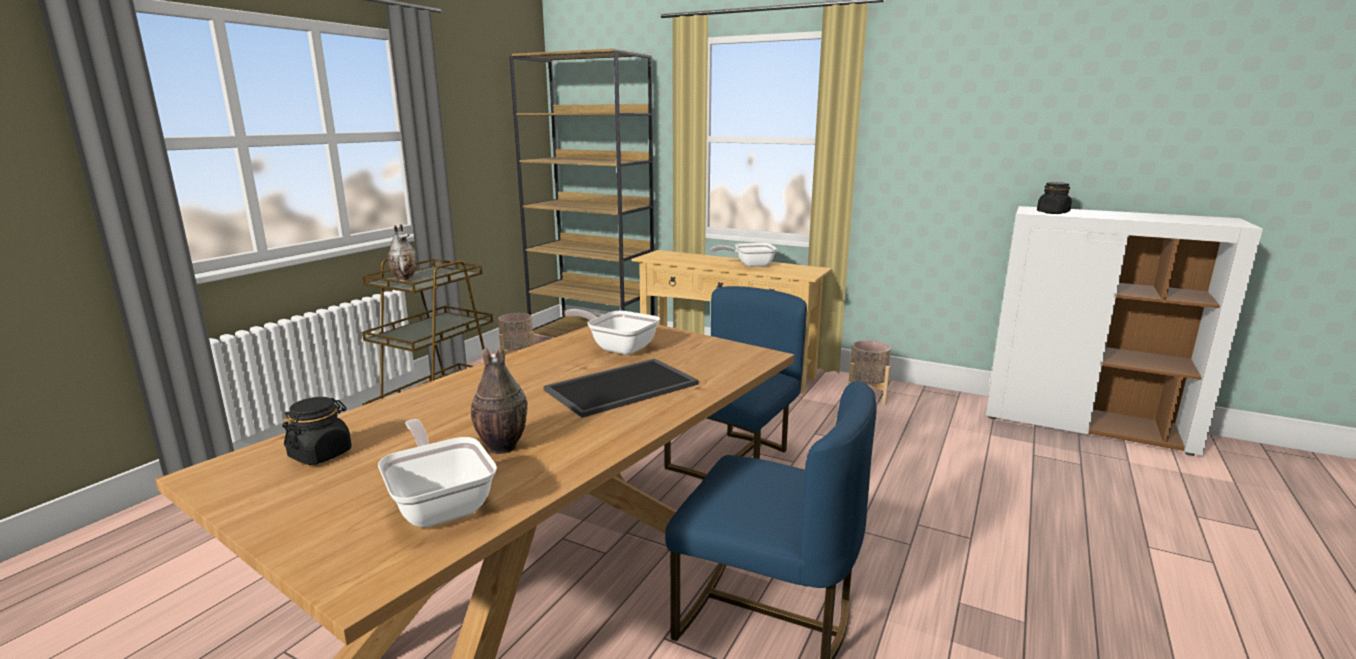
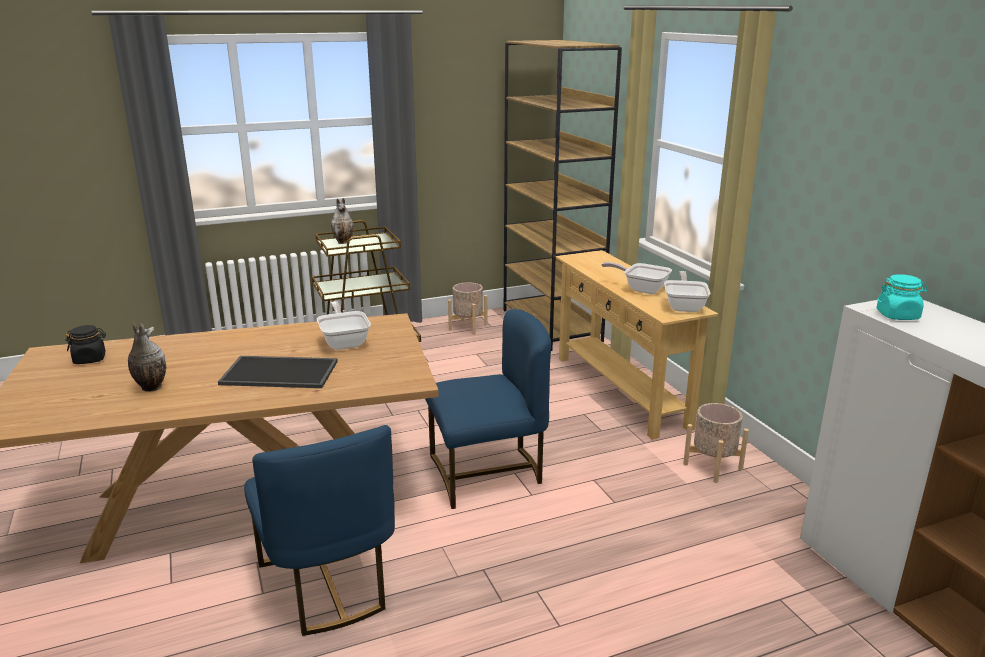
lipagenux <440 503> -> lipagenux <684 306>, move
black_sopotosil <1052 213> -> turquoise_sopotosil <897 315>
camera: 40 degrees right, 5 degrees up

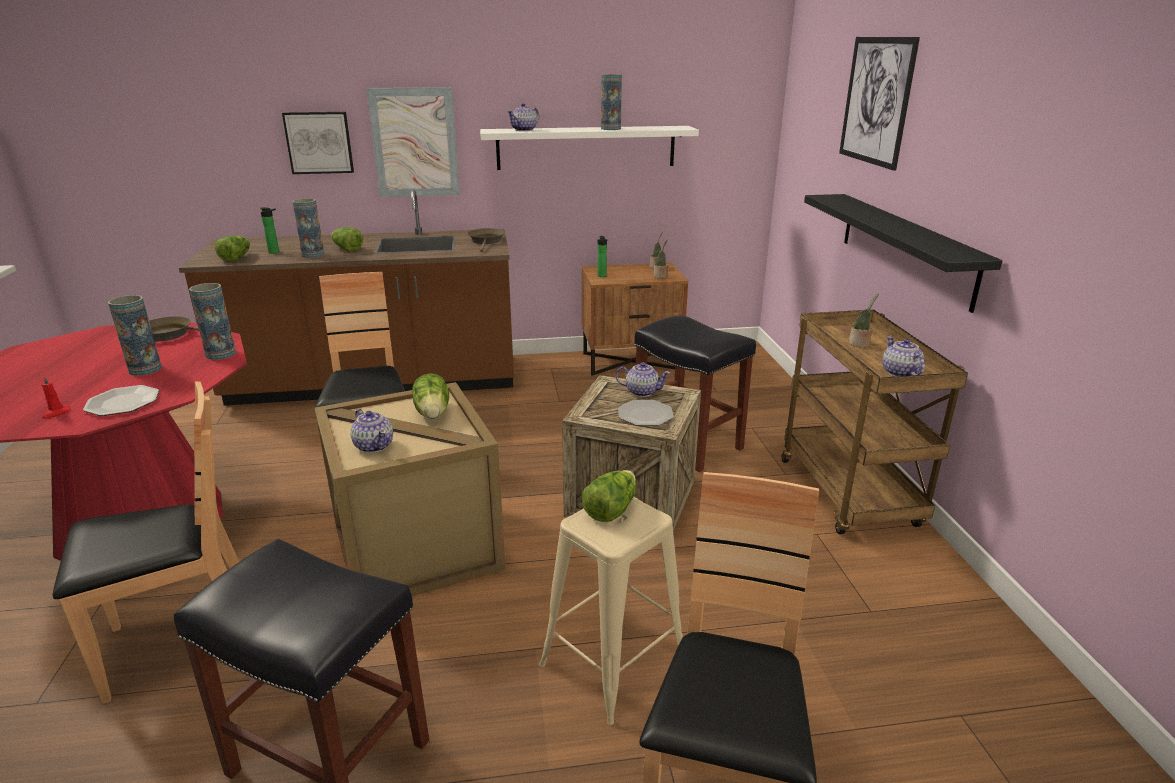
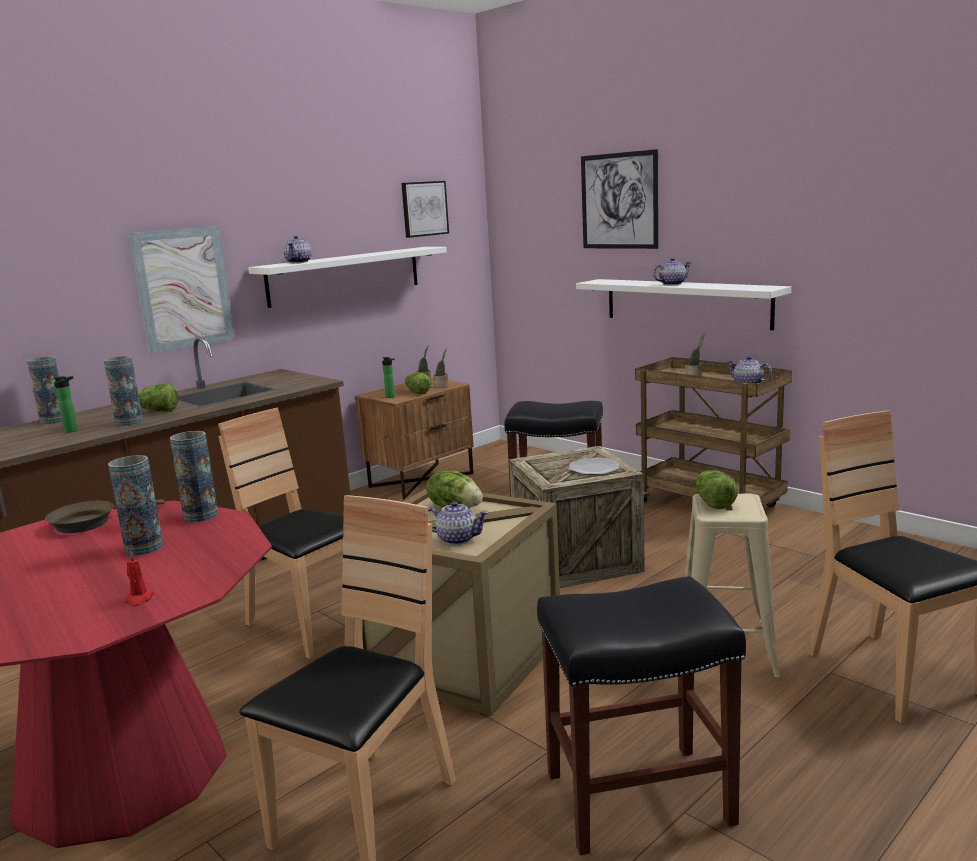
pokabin <123 402> -> none
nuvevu <236 258> -> nuvevu <417 392>, move
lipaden <319 142> -> lipaden <424 209>, move
brown_lipagenux <486 241> -> none
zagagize <610 129> -> zagagize <54 420>, move
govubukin <641 392> -> govubukin <672 284>, move
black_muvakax <905 247> -> white_muvakax <685 303>
camera: 35 degrees left, 10 degrees down

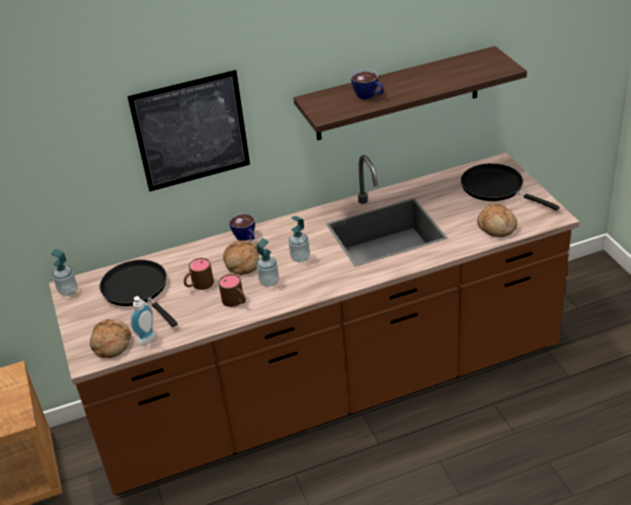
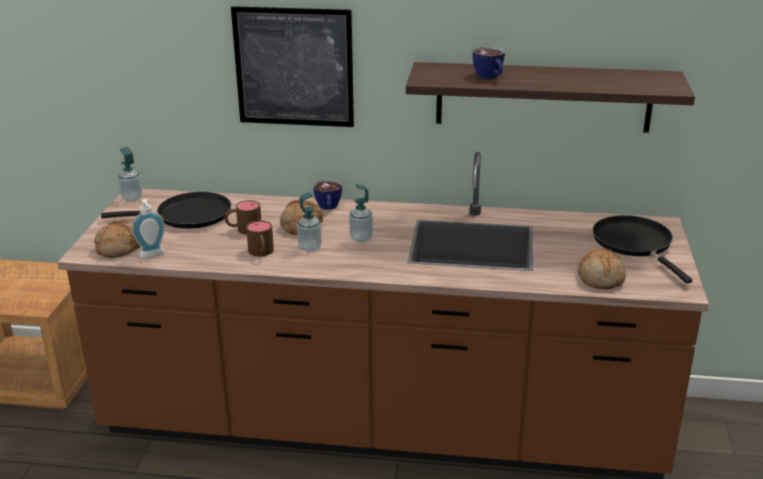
black_lipagenux <137 290> -> black_lipagenux <188 216>, 90 degrees clockwise
camera: 25 degrees right, 10 degrees down

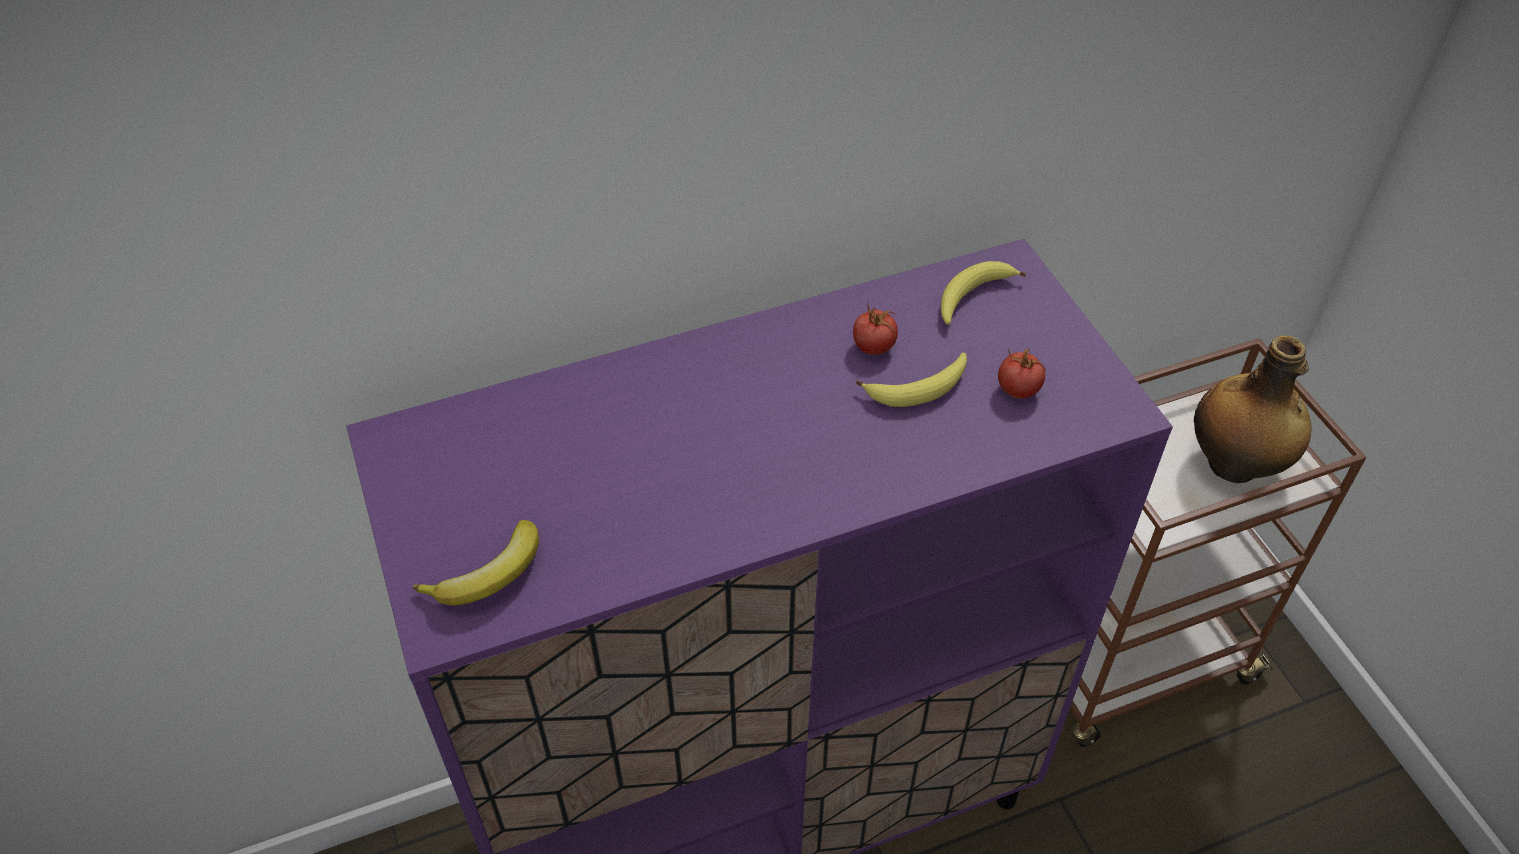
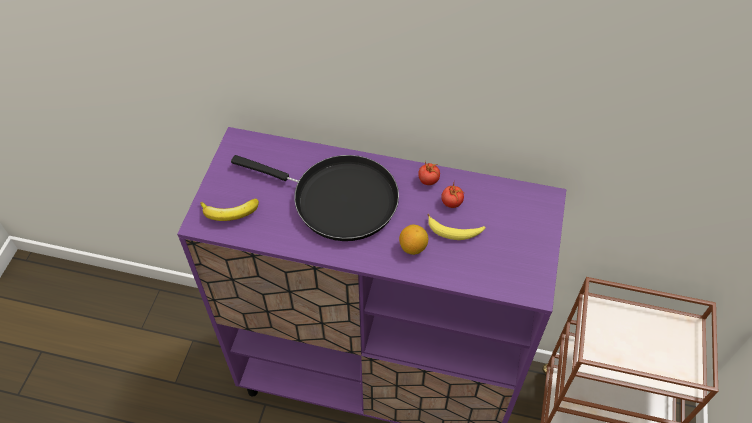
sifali <972 297> -> none
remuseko <1018 390> -> remuseko <428 180>, move
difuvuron <1235 465> -> none
none -> black_lipagenux <338 200>
none -> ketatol <413 247>
camera: 35 degrees right, 5 degrees up

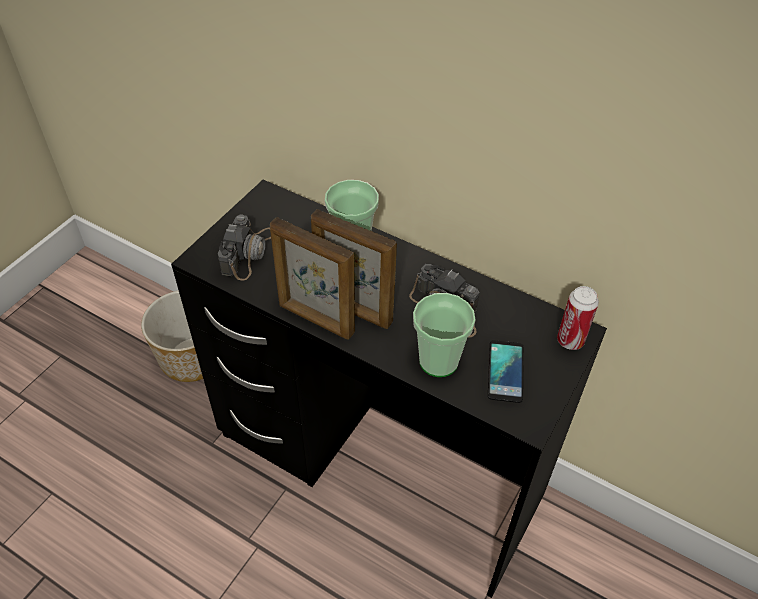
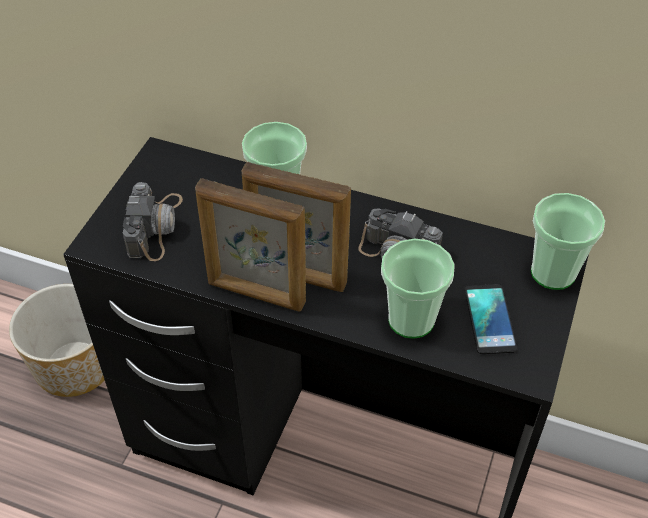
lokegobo <570 340> -> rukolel <553 272>
camera: 10 degrees left, 0 degrees up

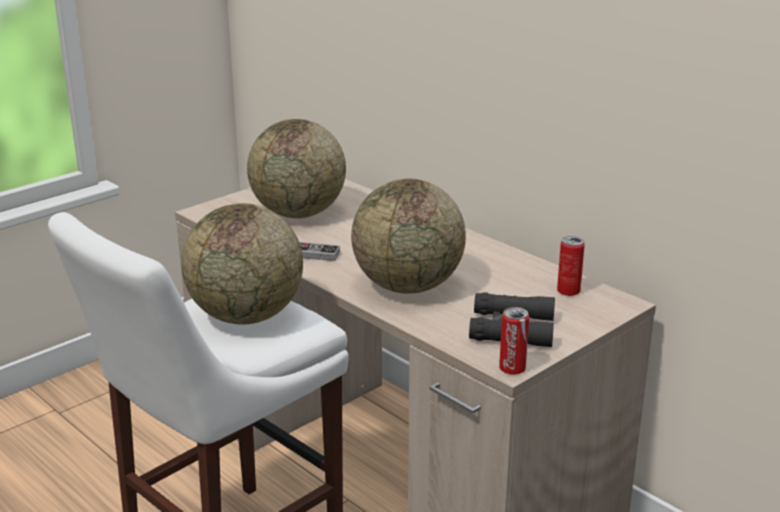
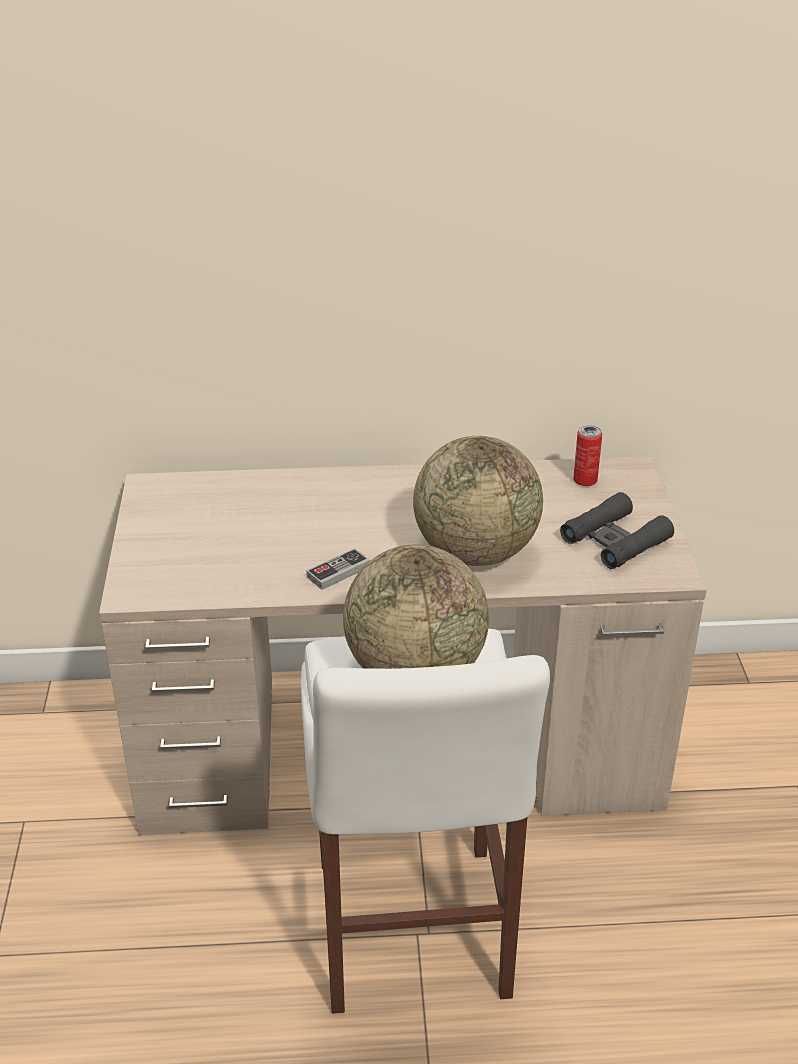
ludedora <298 213> -> none
lokegobo <512 369> -> none
camera: 50 degrees left, 10 degrees up

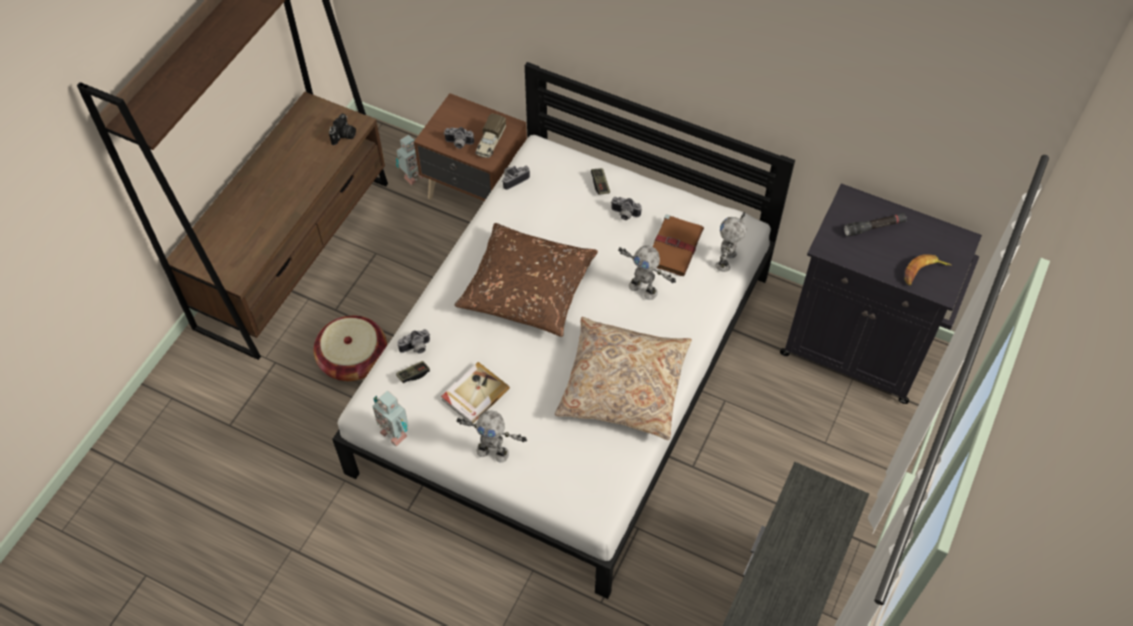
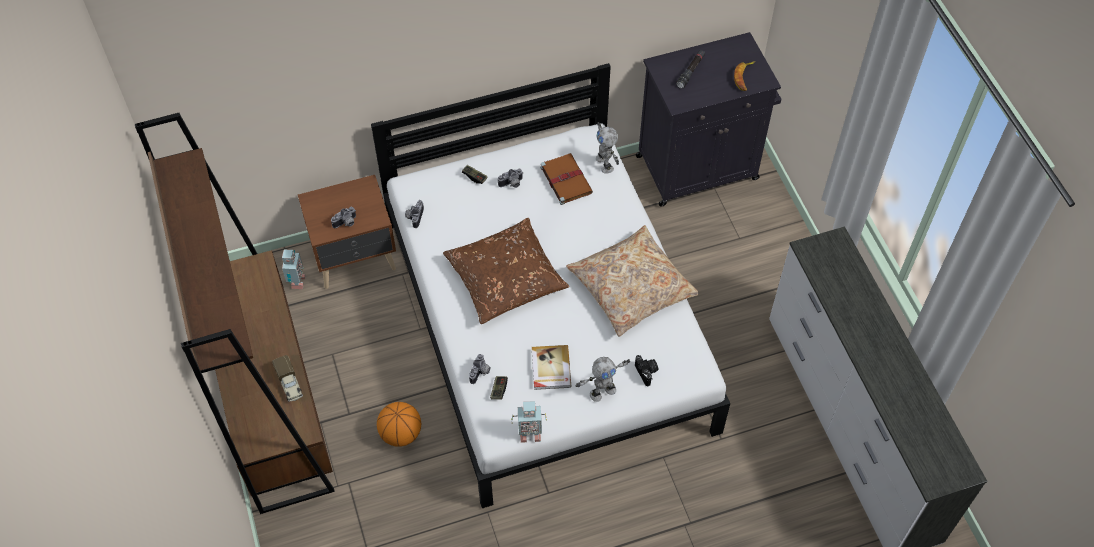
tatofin <353 359> -> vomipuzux <401 434>
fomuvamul <344 136> -> fomuvamul <647 372>, move
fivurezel <490 143> -> fivurezel <289 384>, move
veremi <643 289> -> none
camera: 45 degrees left, 0 degrees up

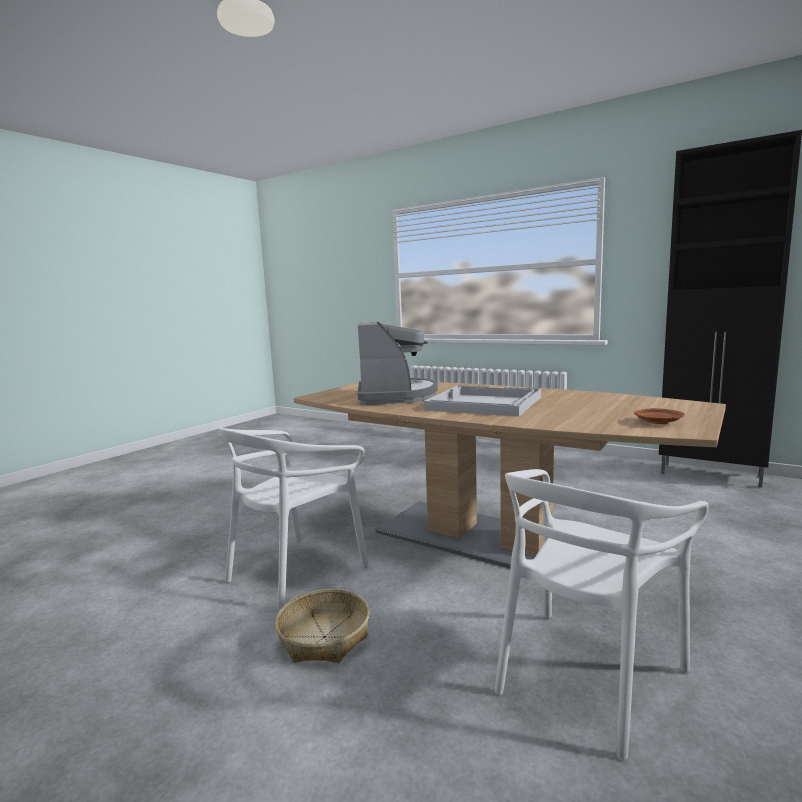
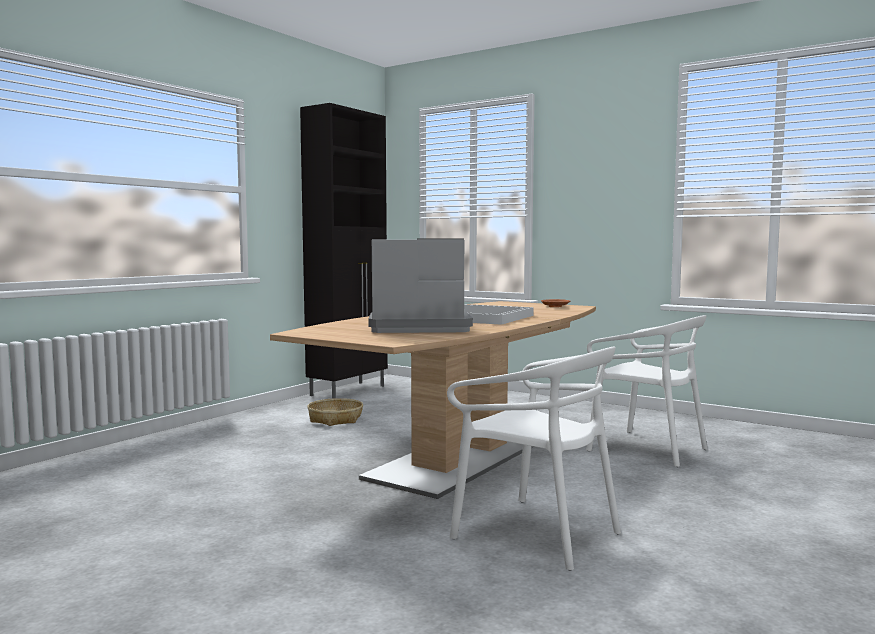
tatofin <324 637> -> tatofin <335 419>, move
camera: 90 degrees left, 5 degrees down

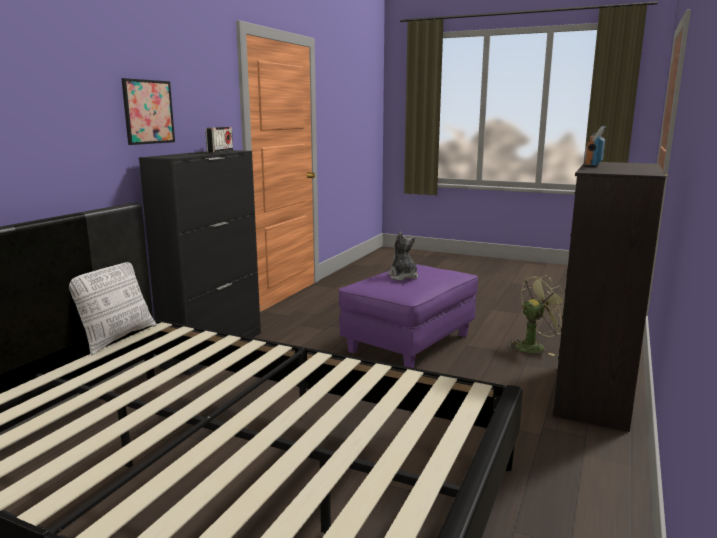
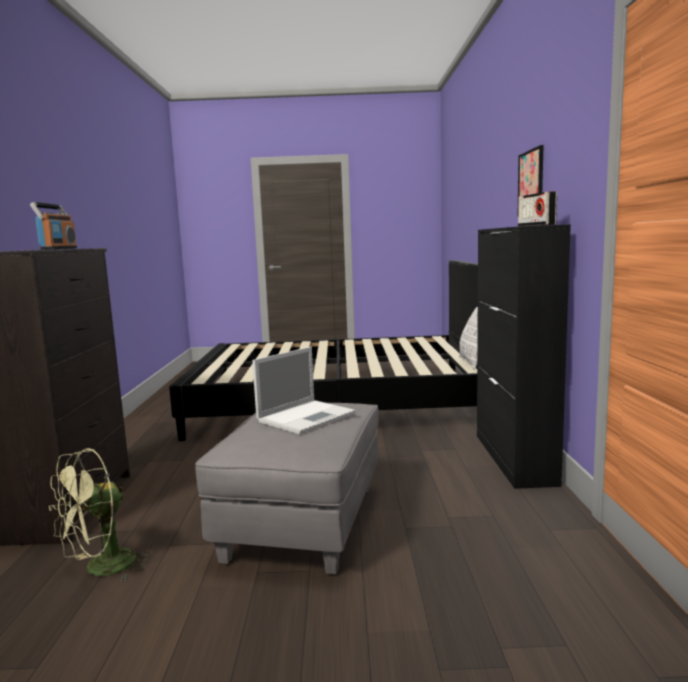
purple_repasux <409 344> -> grey_repasux <303 522>
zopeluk <403 277> -> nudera <307 417>
camera: 155 degrees right, 5 degrees down

